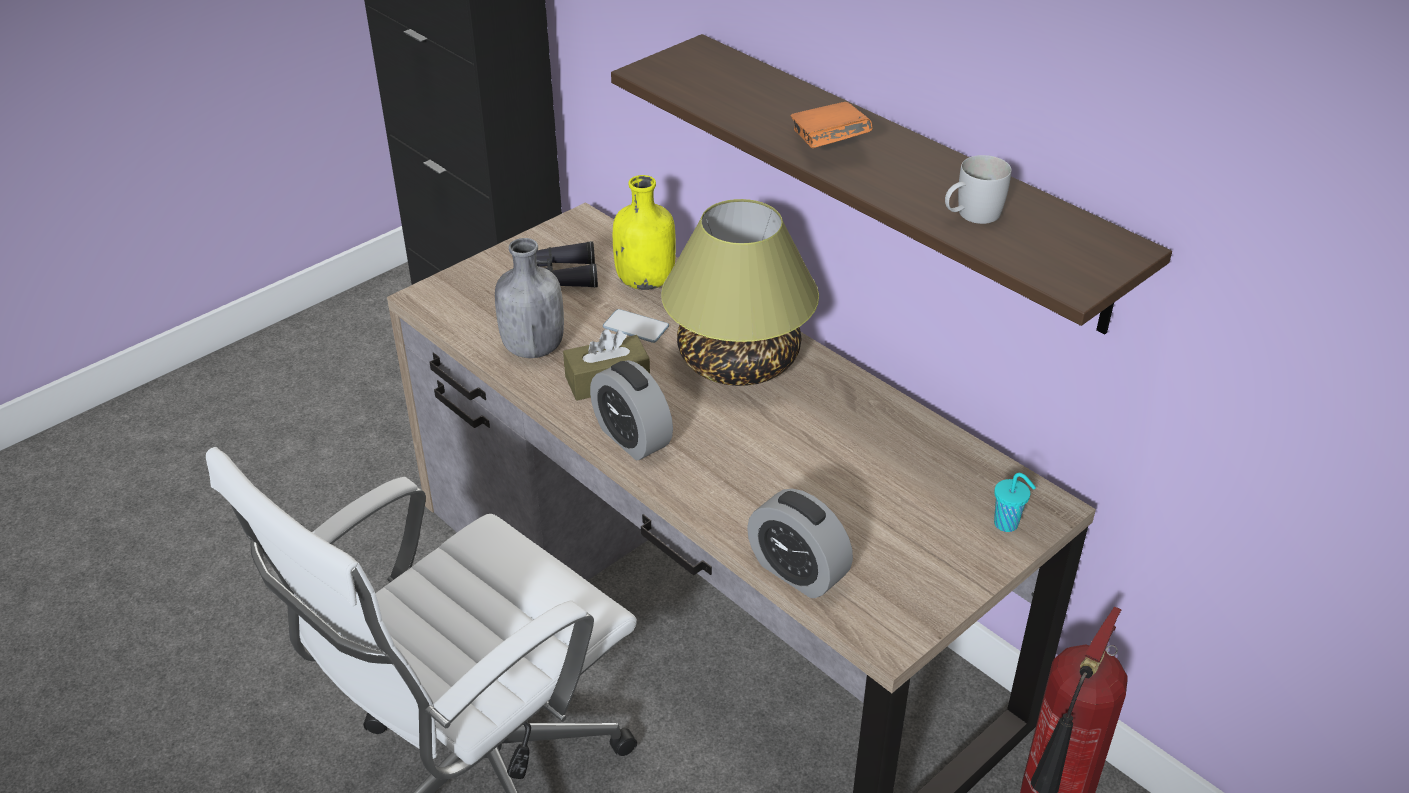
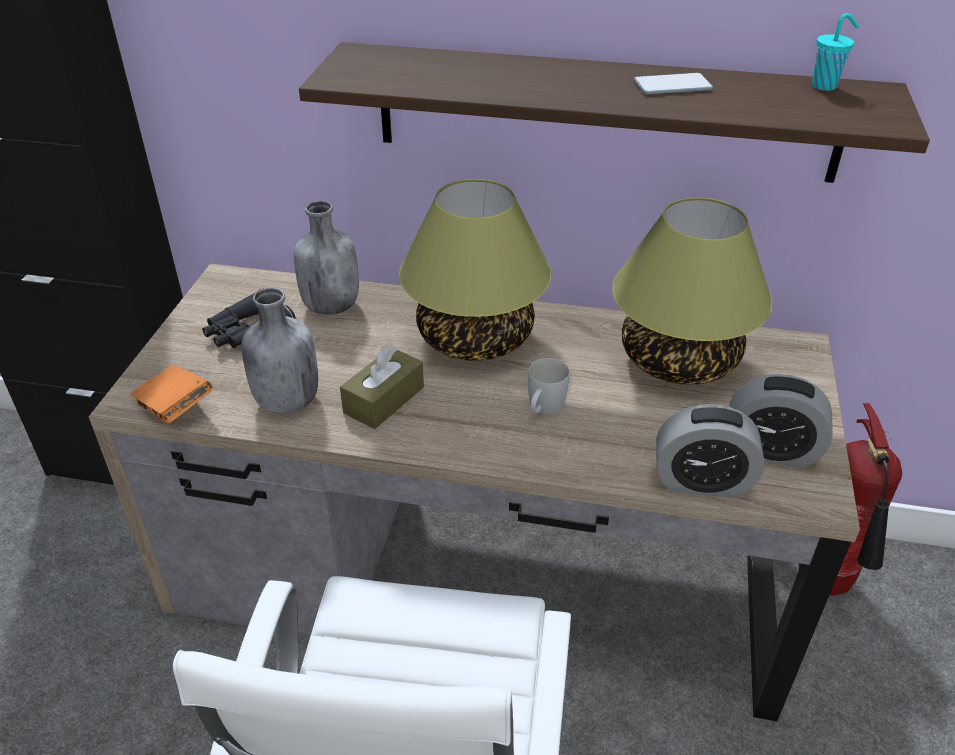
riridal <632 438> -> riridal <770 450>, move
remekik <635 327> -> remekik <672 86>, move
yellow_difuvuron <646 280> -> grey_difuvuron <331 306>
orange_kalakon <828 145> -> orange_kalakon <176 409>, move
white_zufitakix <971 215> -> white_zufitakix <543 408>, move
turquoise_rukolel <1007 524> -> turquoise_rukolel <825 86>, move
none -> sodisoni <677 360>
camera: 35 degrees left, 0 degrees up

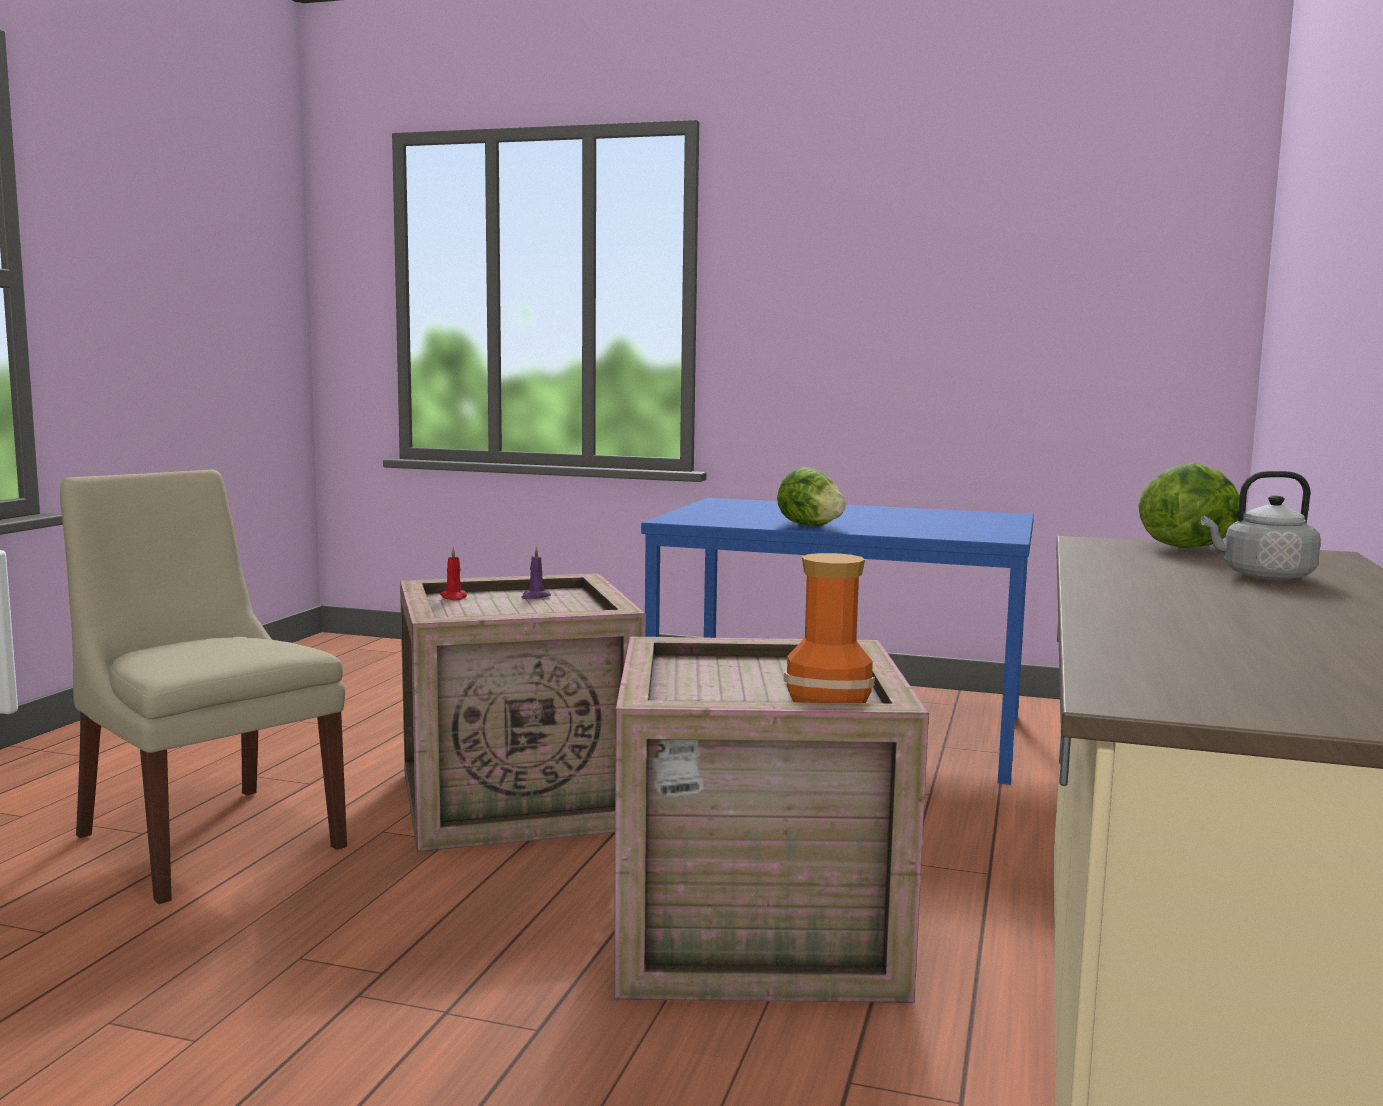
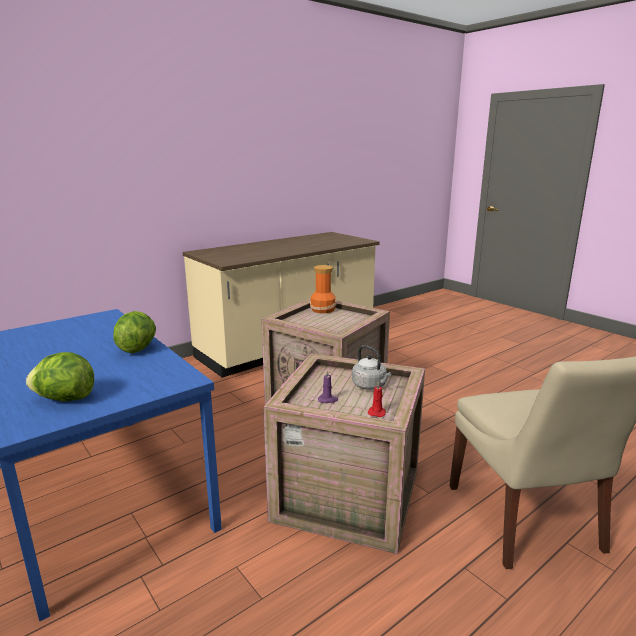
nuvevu <1190 547> -> nuvevu <65 399>, move
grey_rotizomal <1262 576> -> grey_rotizomal <370 386>, move
camera: 145 degrees left, 10 degrees up

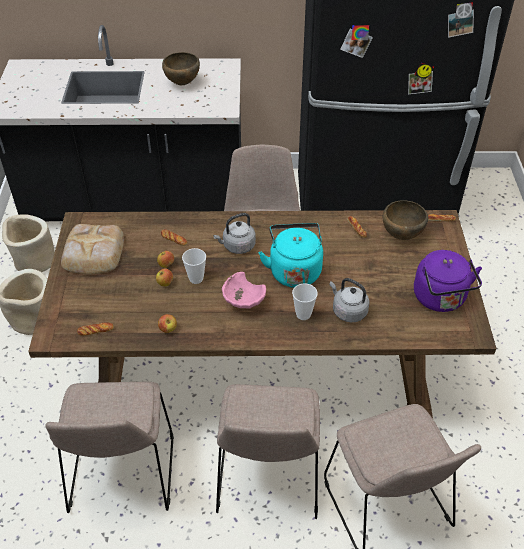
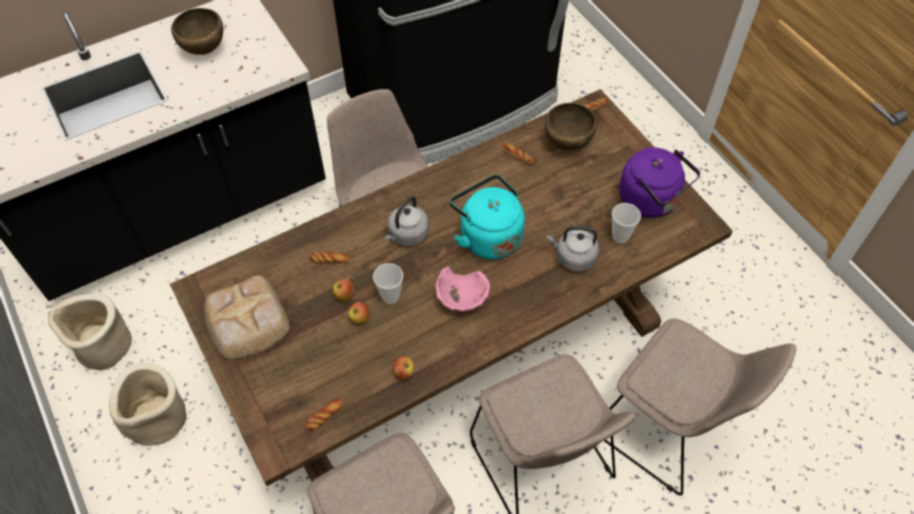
rukolel <303 314> -> rukolel <620 236>, move
camera: 30 degrees left, 10 degrees up

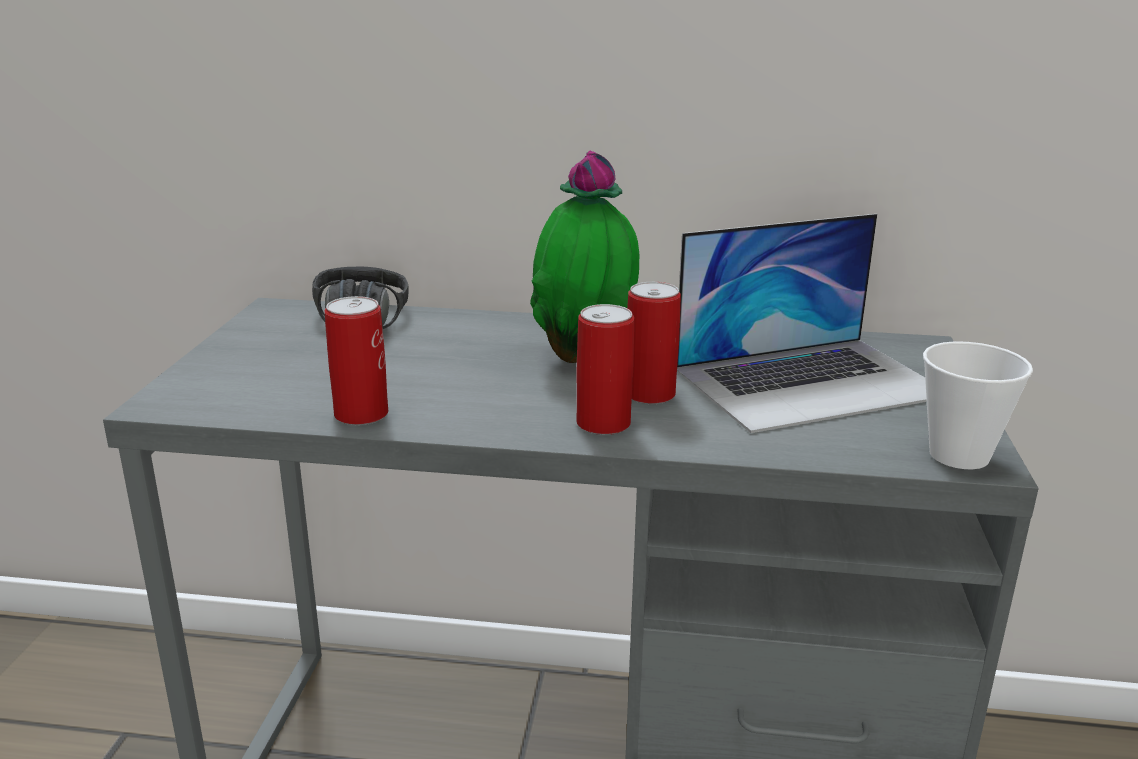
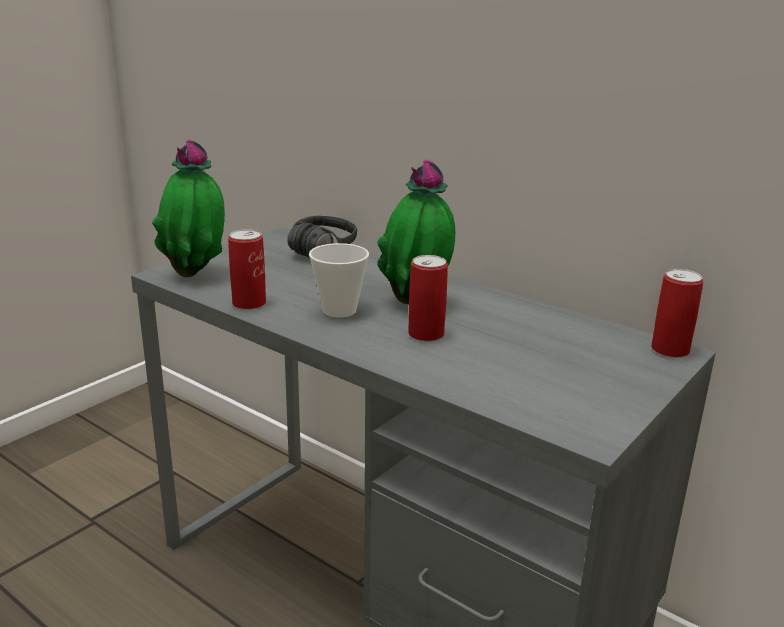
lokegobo <603 423> -> lokegobo <670 350>, move
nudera <810 382> -> none
rukolel <959 455> -> rukolel <339 310>, move
none -> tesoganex <196 275>
camera: 30 degrees right, 0 degrees up

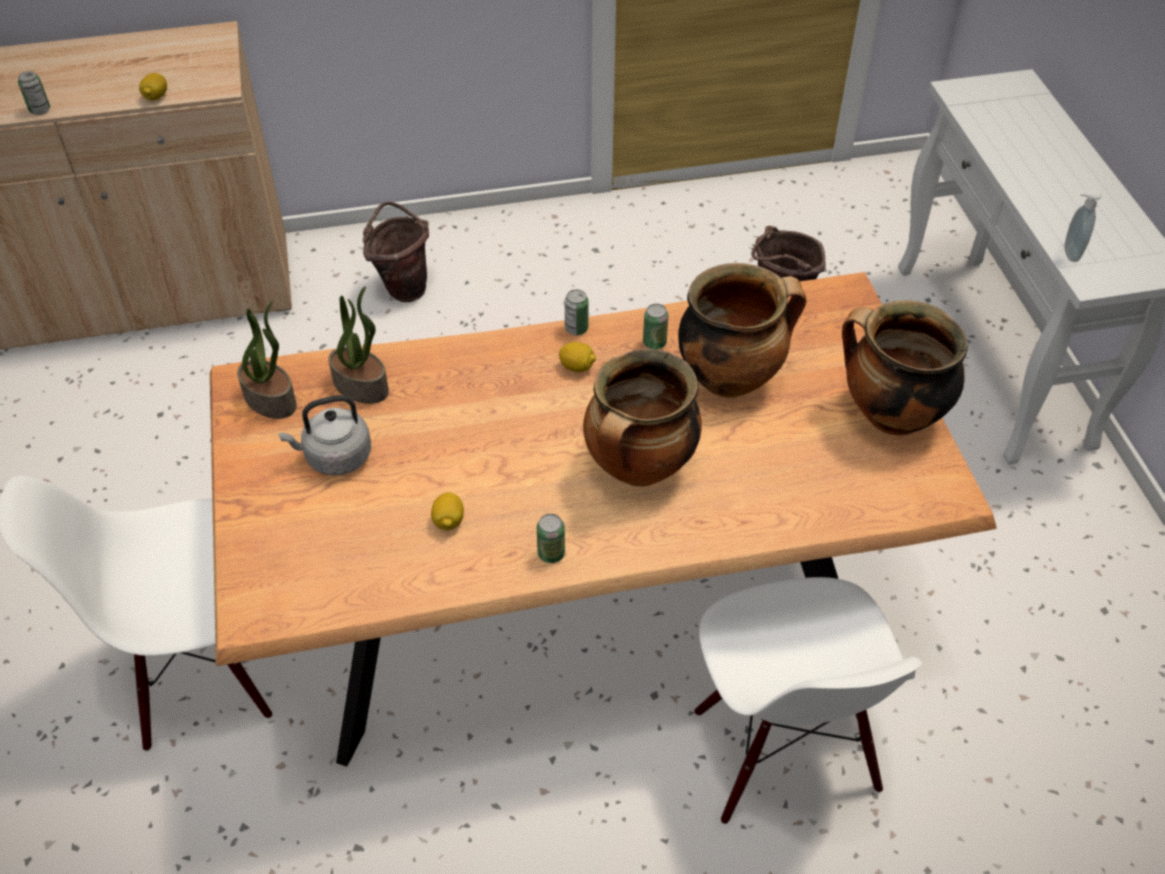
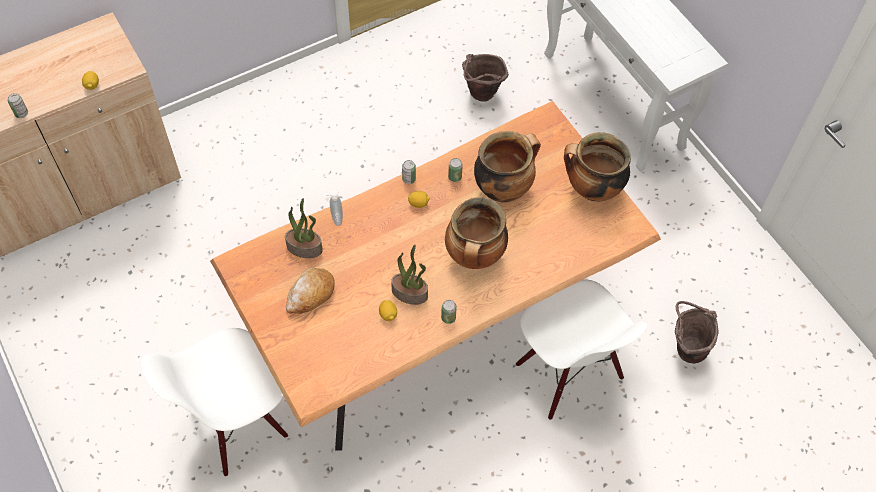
tesoganex <271 399> -> tesoganex <410 293>, move
grey_rotizomal <335 457> -> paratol <310 295>
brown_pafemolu <403 287> -> brown_pafemolu <685 349>, move
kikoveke <1069 253> -> kikoveke <336 219>, move
camera: 20 degrees left, 10 degrees up

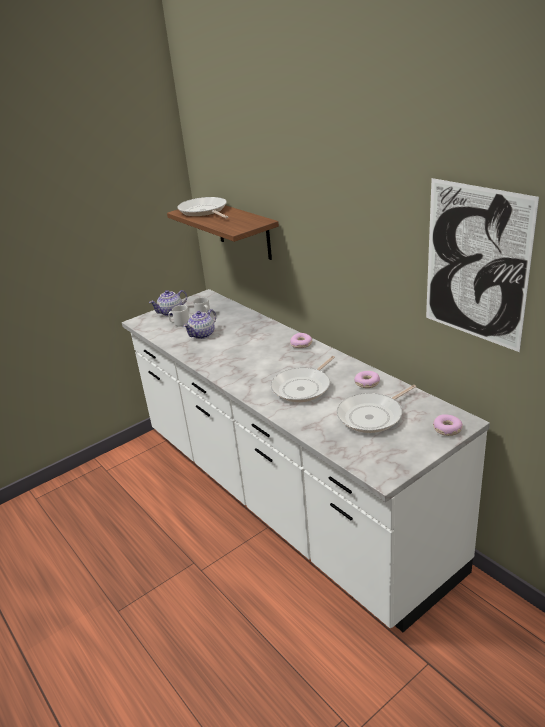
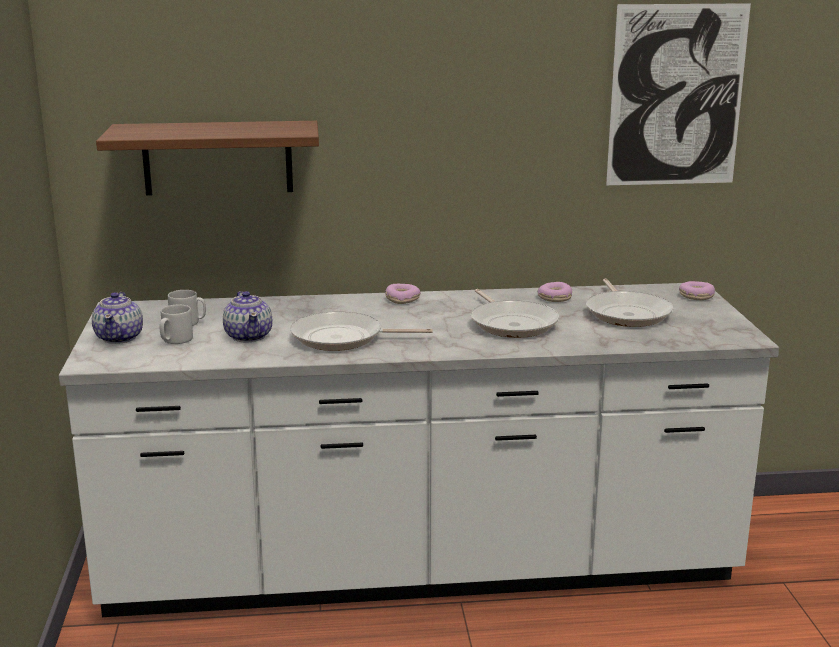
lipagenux <204 211> -> lipagenux <343 338>, move
camera: 60 degrees left, 10 degrees down

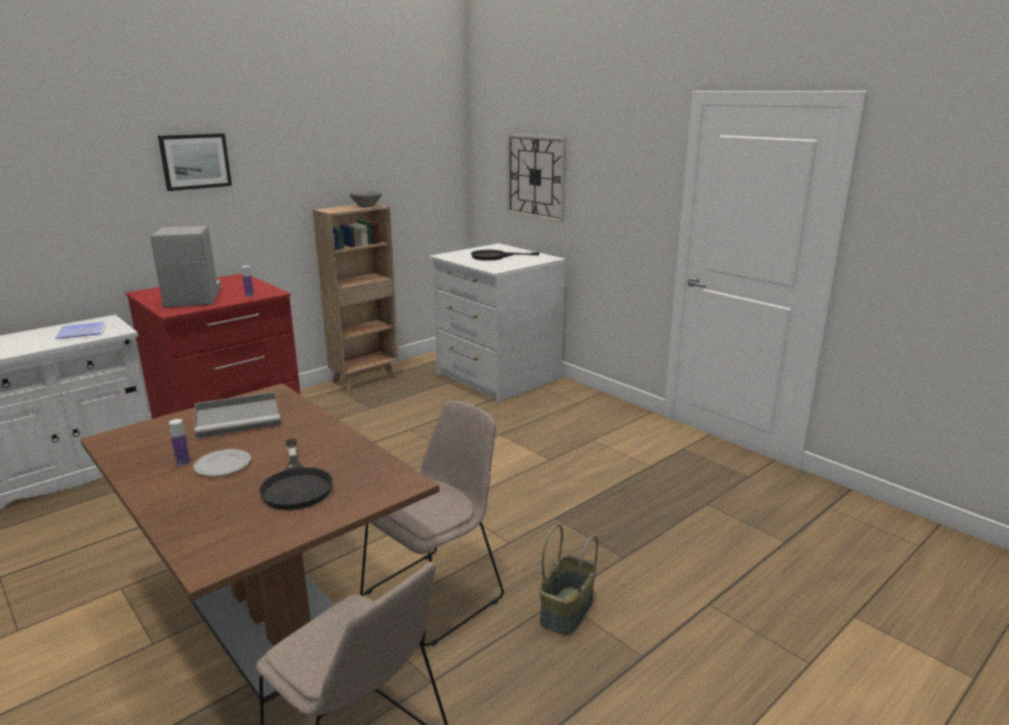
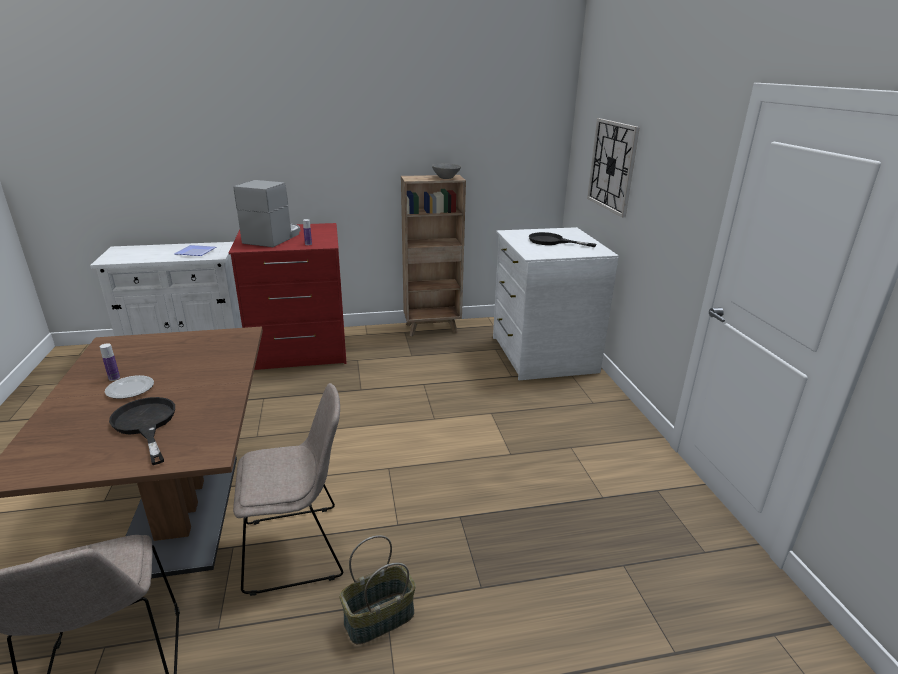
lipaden <195 161> -> none
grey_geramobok <240 418> -> none
black_lipagenux <296 484> -> black_lipagenux <146 424>, 135 degrees clockwise
camera: 30 degrees right, 5 degrees up

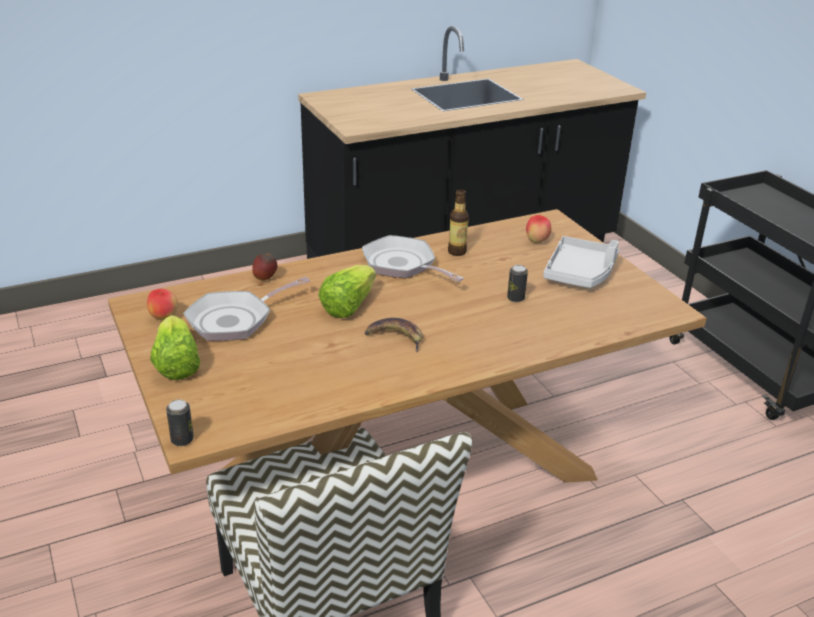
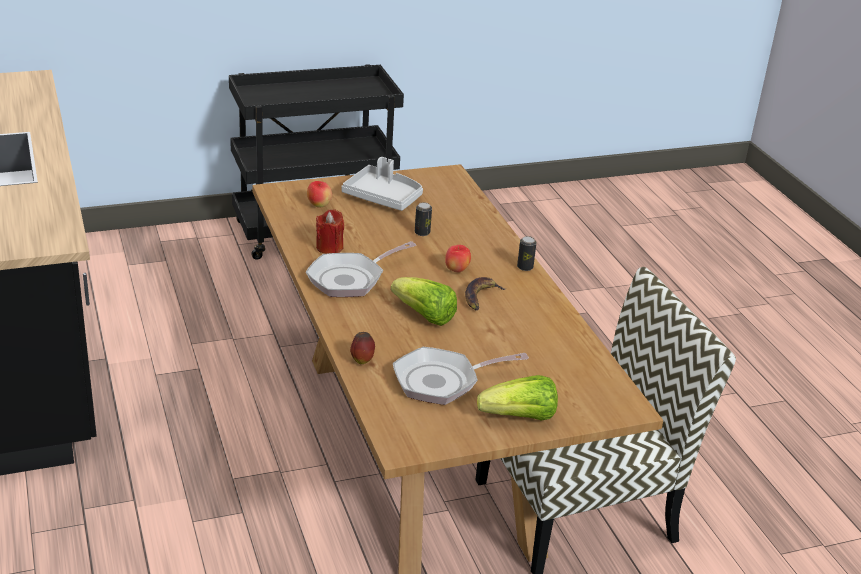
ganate <164 317> -> ganate <456 270>, move
lokegobo <182 440> -> lokegobo <525 267>, move
lipagenux <235 319> -> lipagenux <442 381>, 105 degrees clockwise
difuvuron <457 252> -> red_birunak <329 247>
camera: 85 degrees left, 0 degrees up

